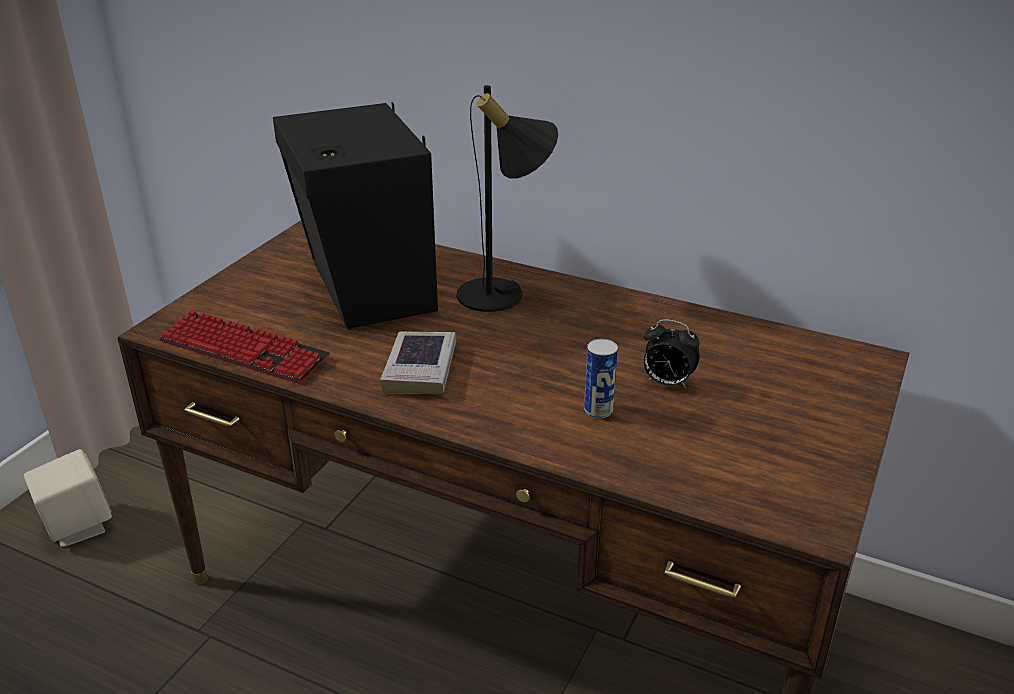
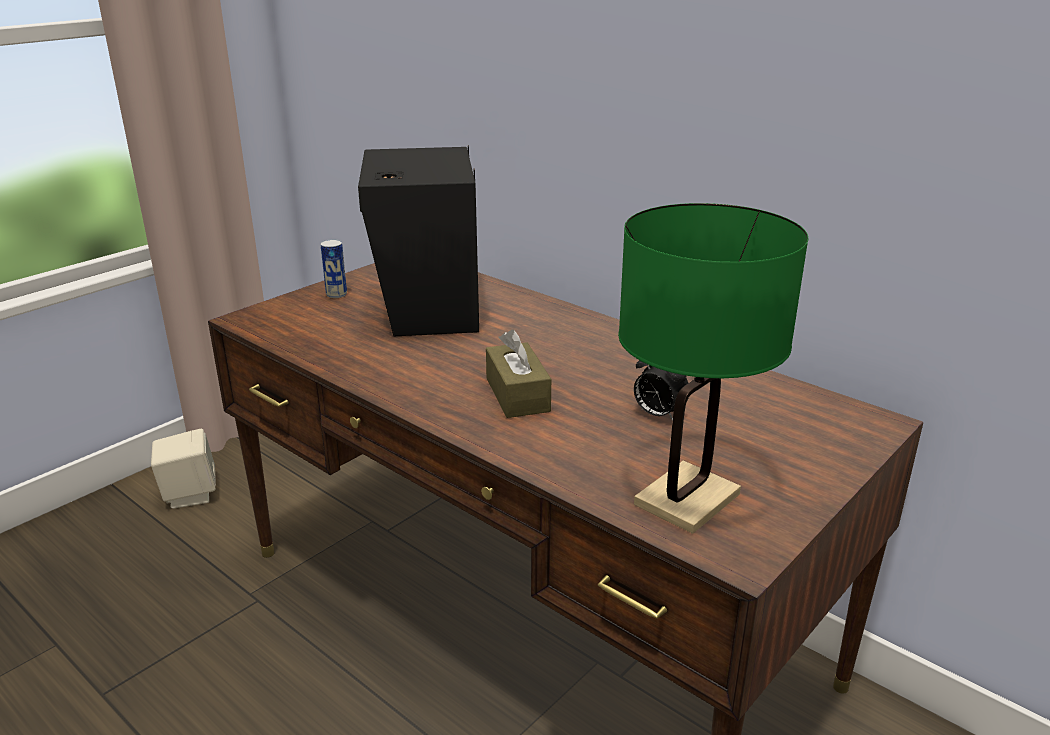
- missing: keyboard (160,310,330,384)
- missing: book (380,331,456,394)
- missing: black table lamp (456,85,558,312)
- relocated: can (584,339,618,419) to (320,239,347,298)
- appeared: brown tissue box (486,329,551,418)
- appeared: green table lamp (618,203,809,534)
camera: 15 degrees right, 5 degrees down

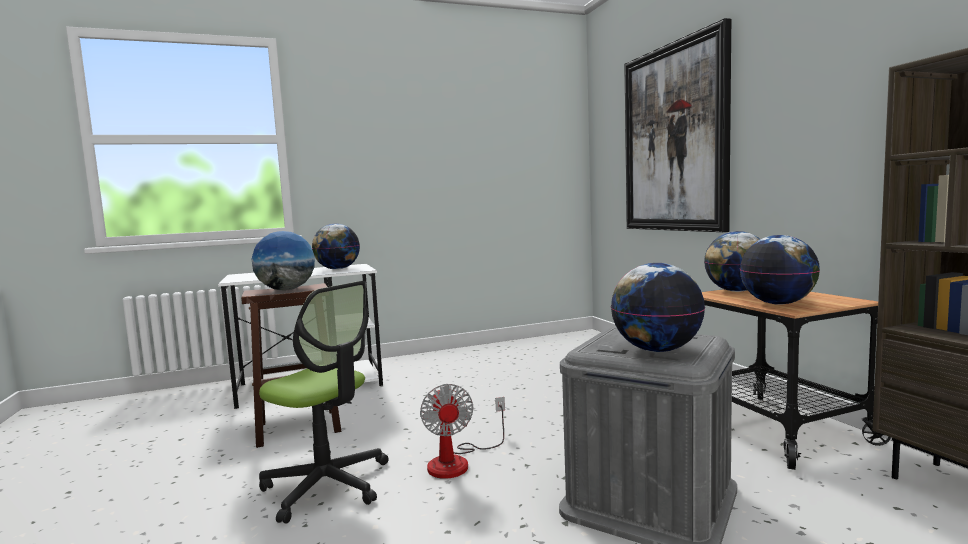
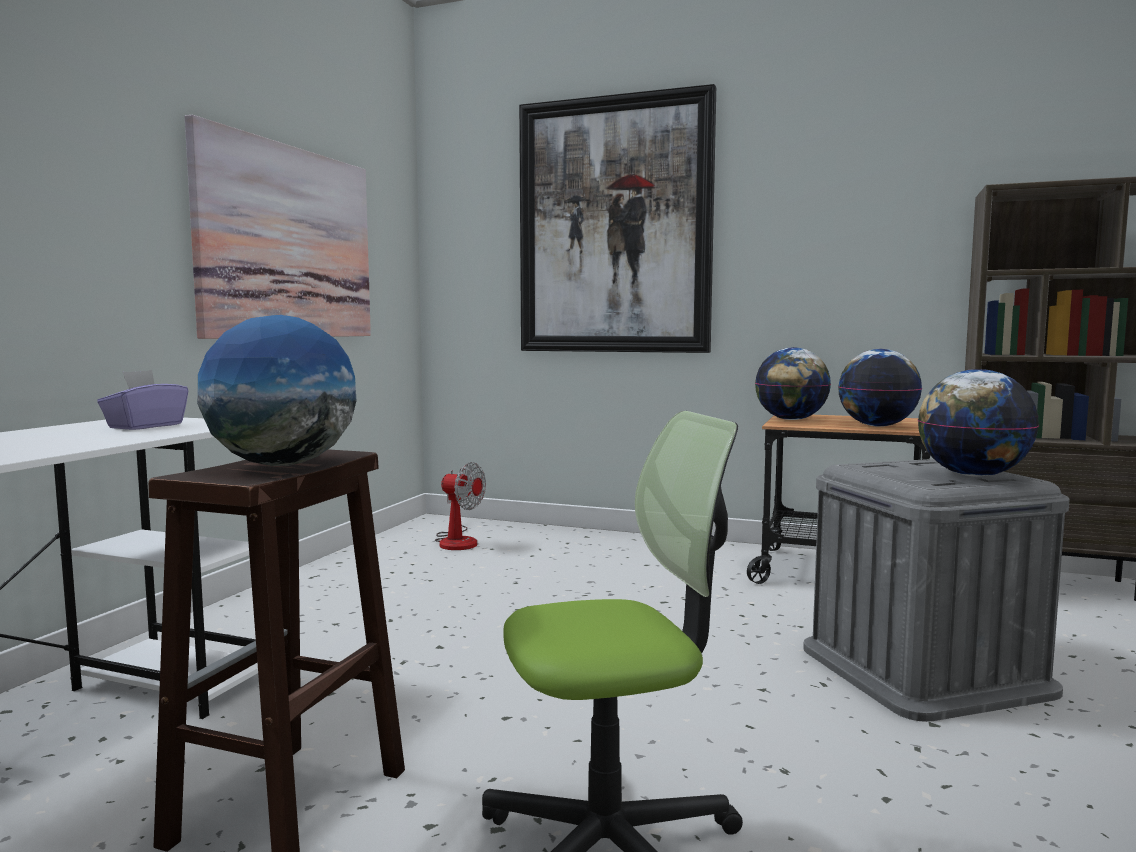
- exchanged: globe (312,223,360,270) to purple tissue box (97,370,188,430)
- relocated: fan (420,384,505,479) to (435,462,486,550)
- appeared: picture (185,115,371,339)
camera: 50 degrees left, 0 degrees up

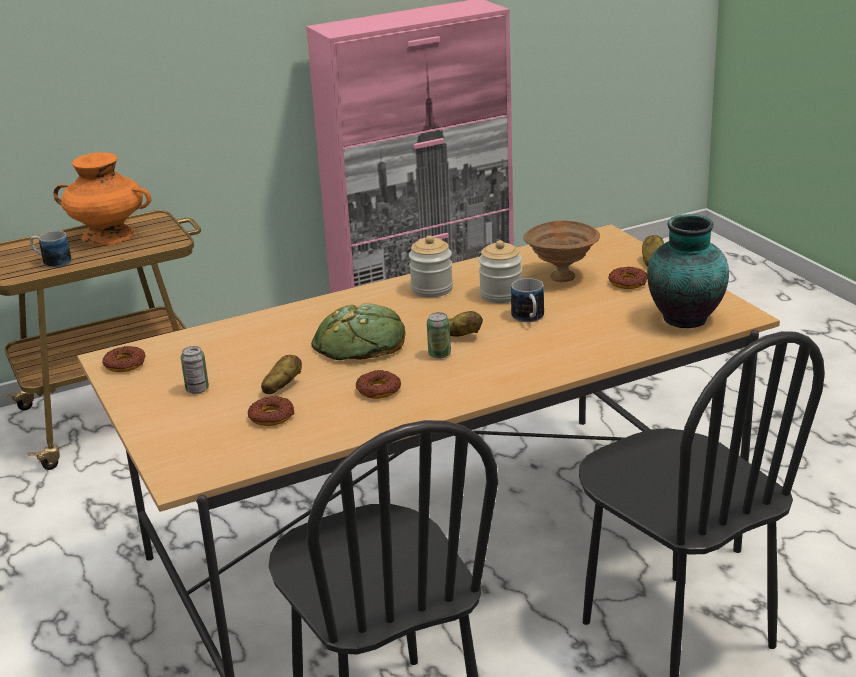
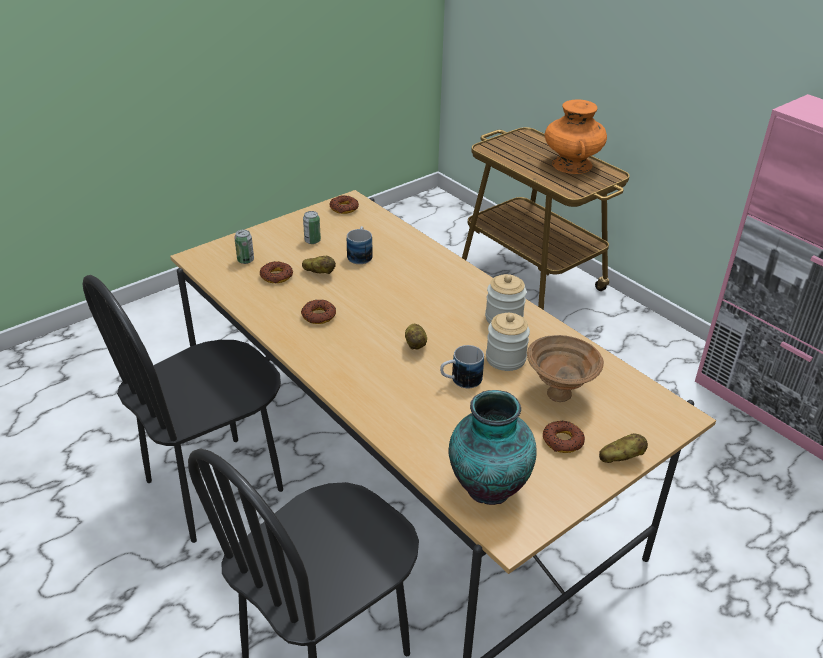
- relocated: mug (30,231,71,268) to (347,226,373,264)
- missing: bread (311,303,406,360)
- relocated: can (427,312,451,359) to (234,230,254,264)
camera: 75 degrees right, 10 degrees up

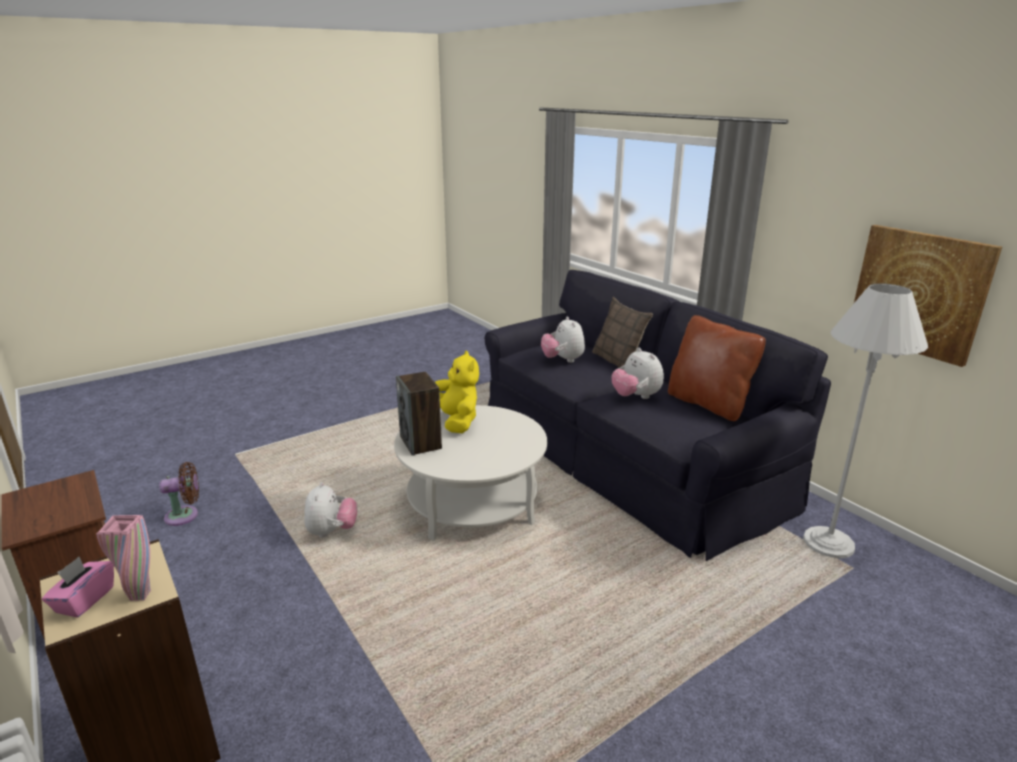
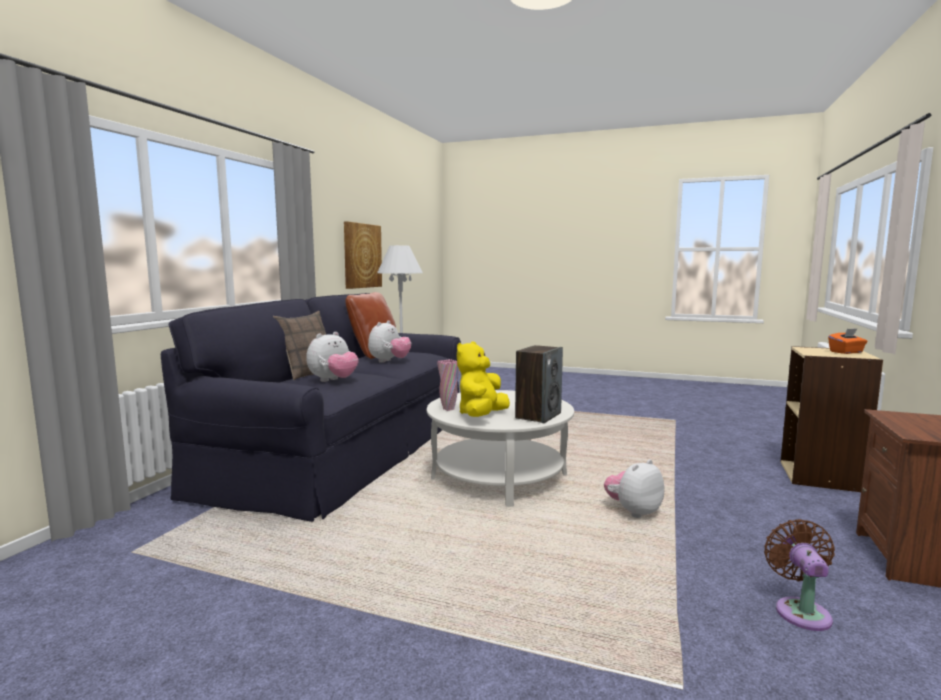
- colour: pink tissue box (42,557,114,618) to orange tissue box (828,328,868,354)
- relocated: pink vase (96,515,151,601) to (437,359,459,411)
- spun: brown fan (159,462,199,526) = (764,519,835,631) 60 degrees clockwise
camera: 125 degrees left, 15 degrees down

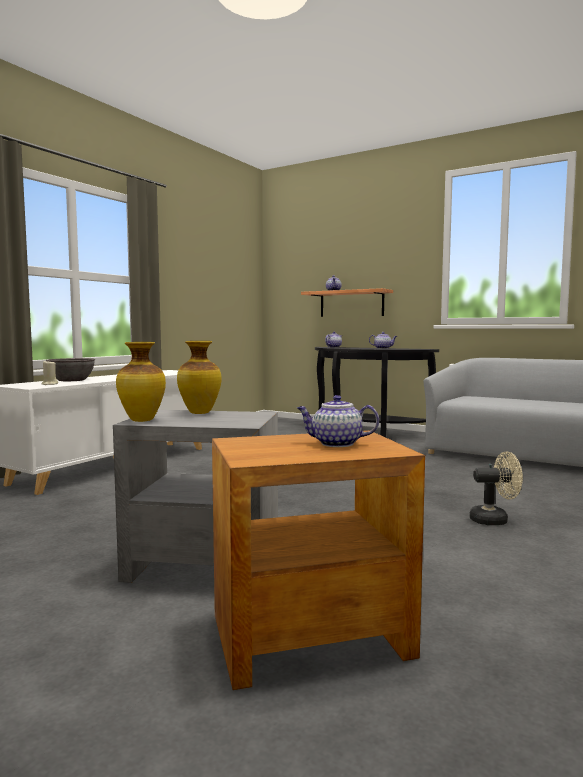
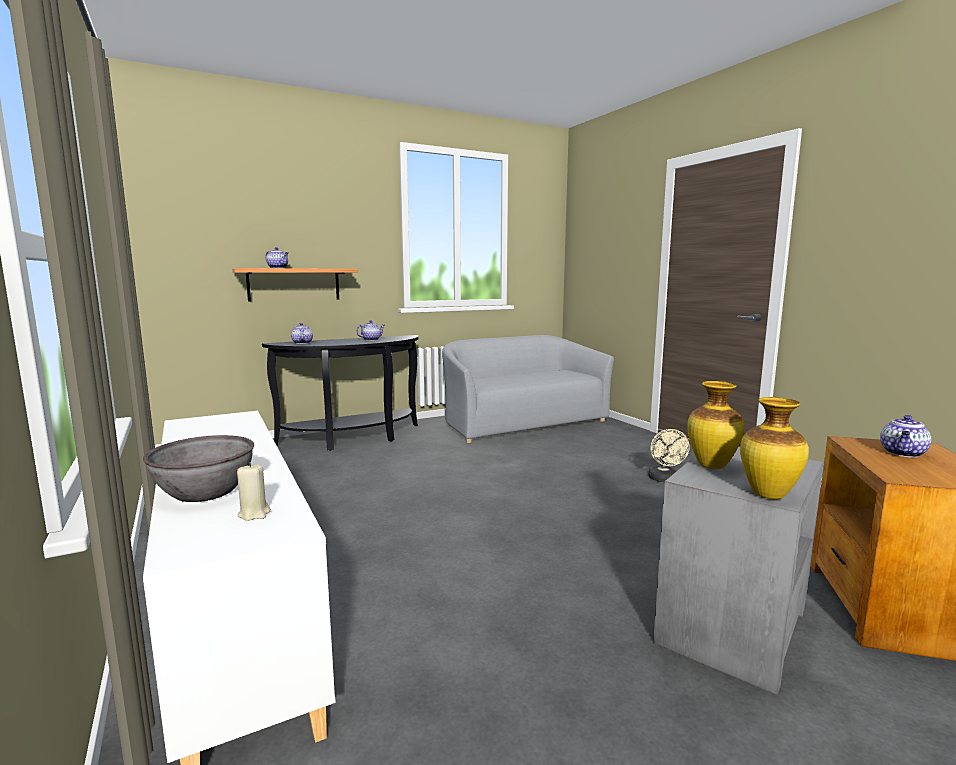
- spun: beige fan (470,451,523,525) = (648,429,690,482) 150 degrees clockwise
camera: 60 degrees left, 5 degrees up

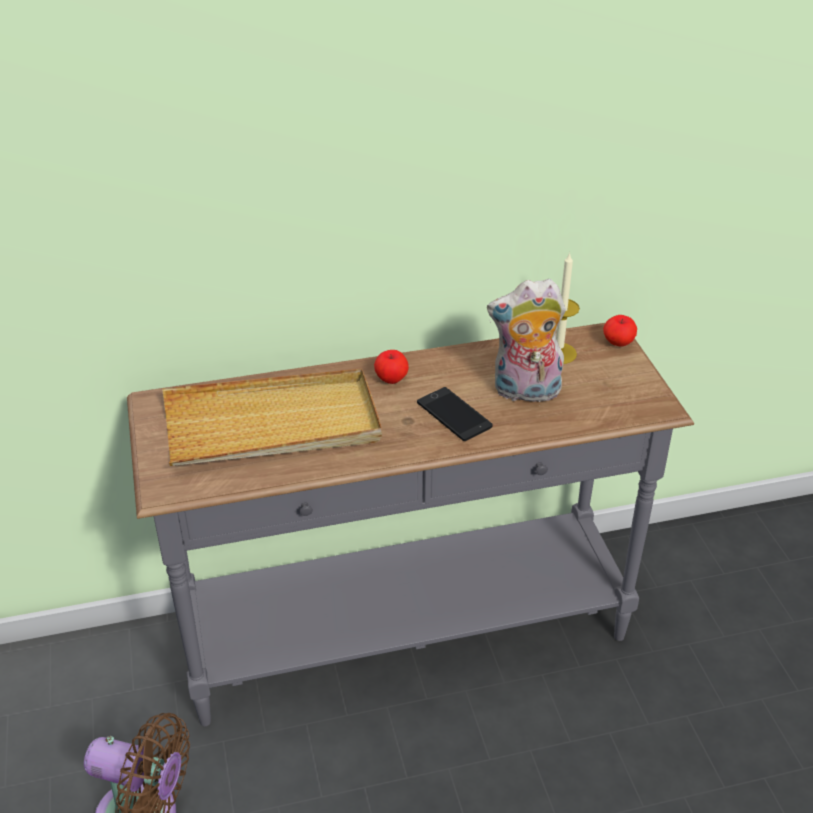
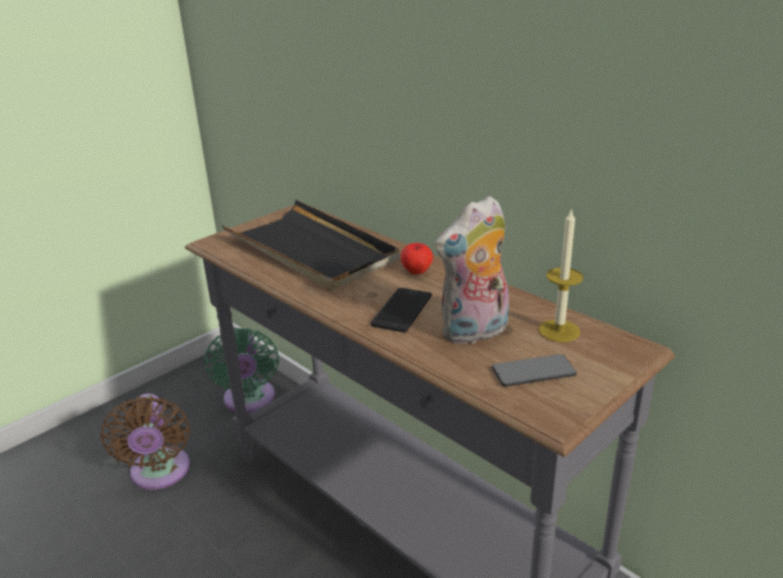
- colour: beige tray (162,369,382,466) to black tray (222,200,400,291)
- spun: plush toy (487,279,566,406) = (435,196,509,344) 90 degrees counterclockwise
- missing: apple (603,315,637,347)
- appeared: green fan (204,328,279,413)
- appeared: phone (492,354,577,387)
camera: 60 degrees right, 10 degrees down

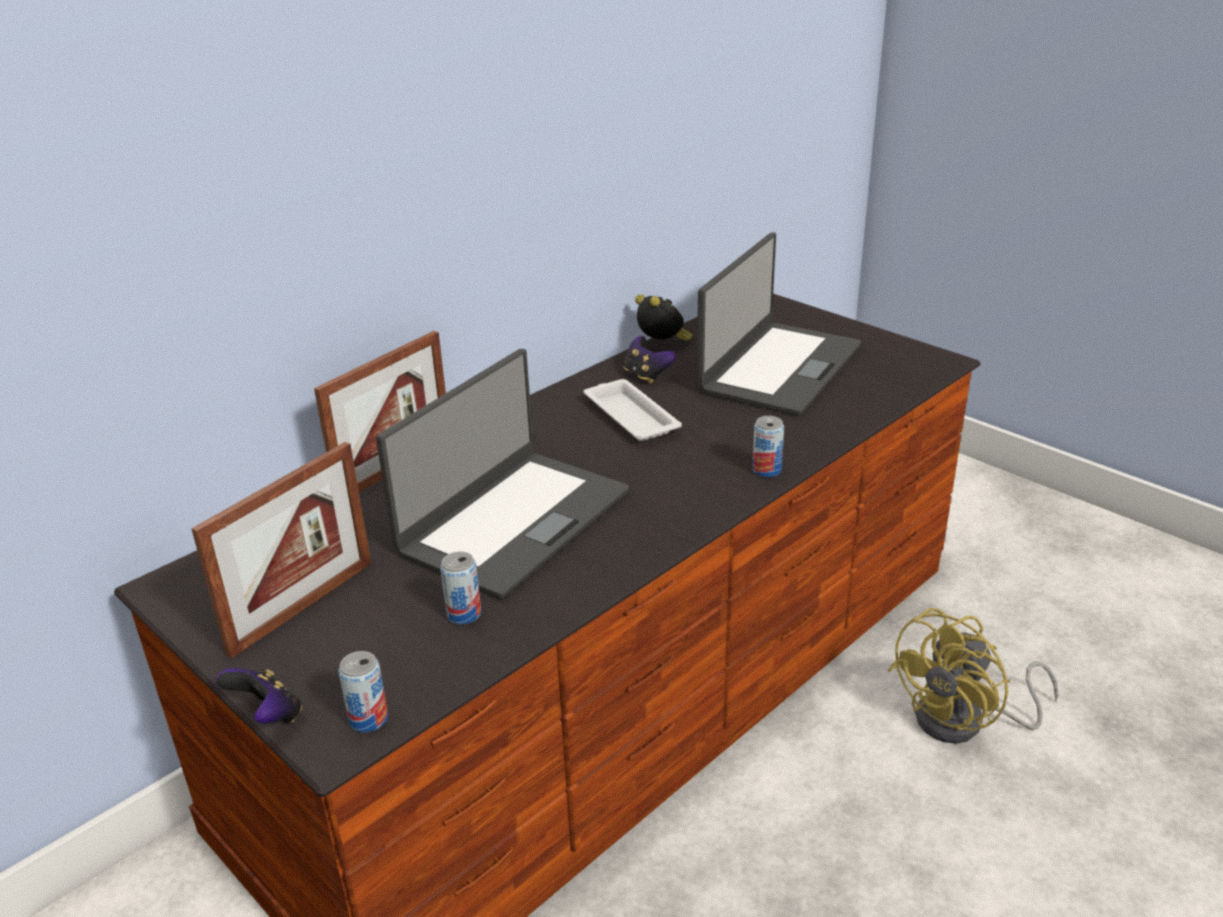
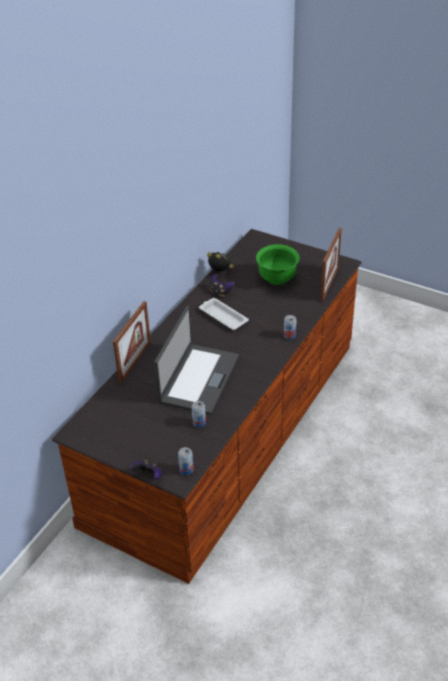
- relocated: picture frame (191,442,371,659) to (320,228,342,302)
- exchanged: laptop (697,233,861,416) to green bowl (256,244,299,285)
- missing: yellow fan (888,608,1058,744)
camera: 15 degrees left, 10 degrees up

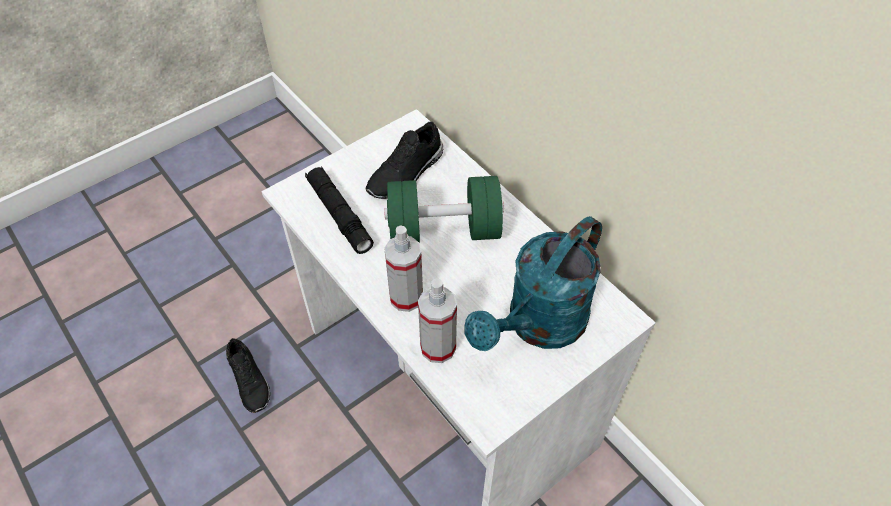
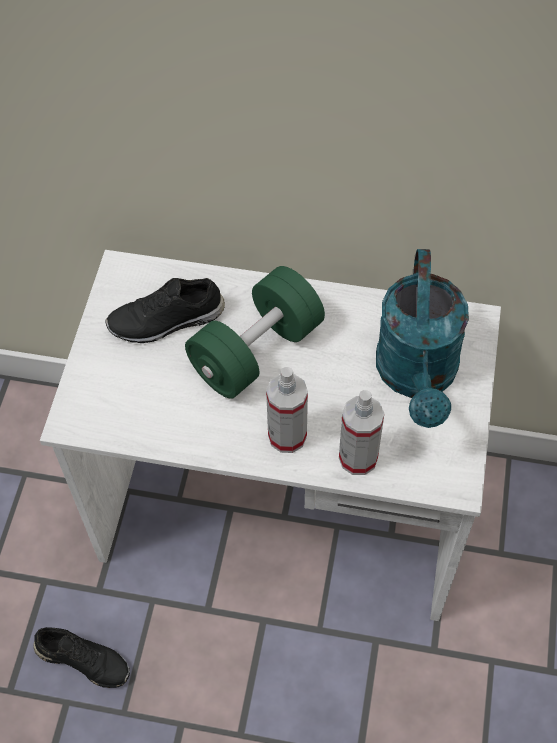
- missing: black flashlight (305,166,374,254)
- spun: black shoe (366,122,443,199) = (105,278,225,343) 75 degrees clockwise
camera: 40 degrees left, 5 degrees up

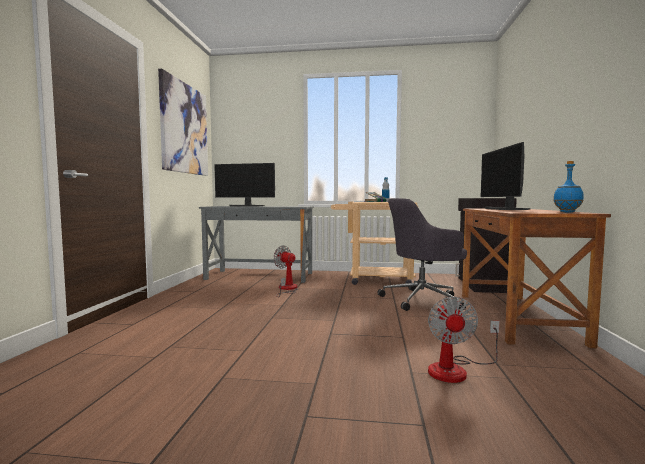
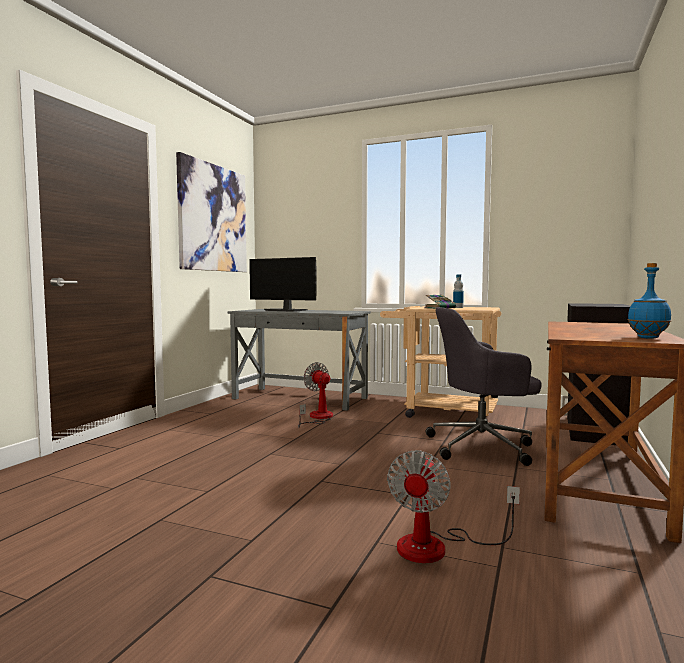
- missing: monitor (481,142,531,210)
camera: 15 degrees right, 0 degrees up

